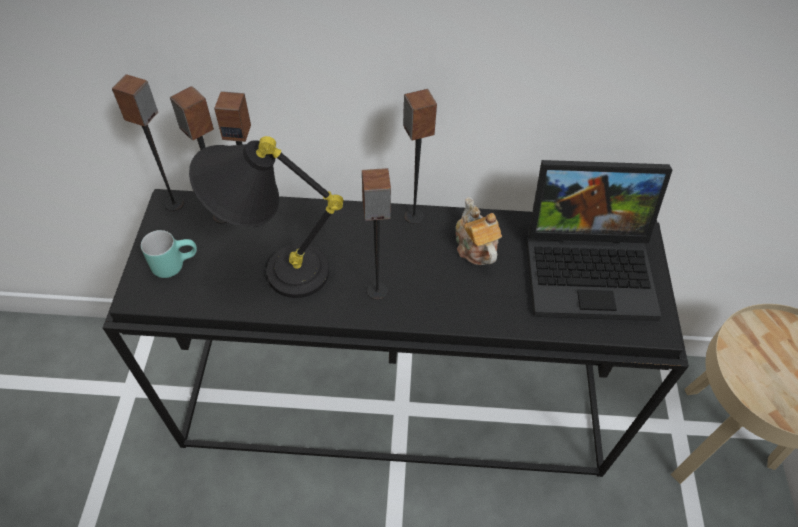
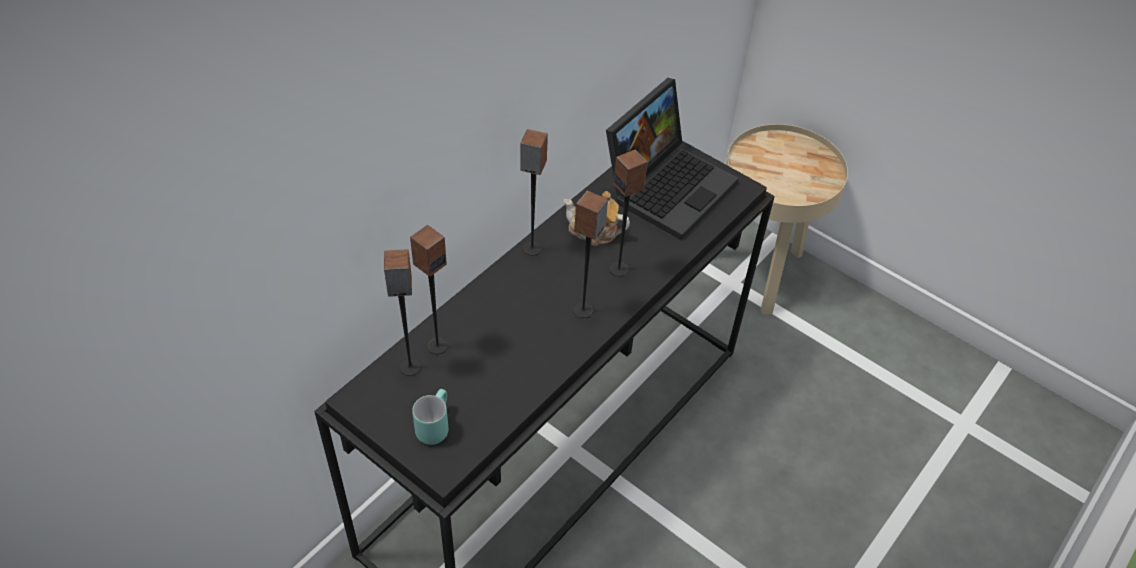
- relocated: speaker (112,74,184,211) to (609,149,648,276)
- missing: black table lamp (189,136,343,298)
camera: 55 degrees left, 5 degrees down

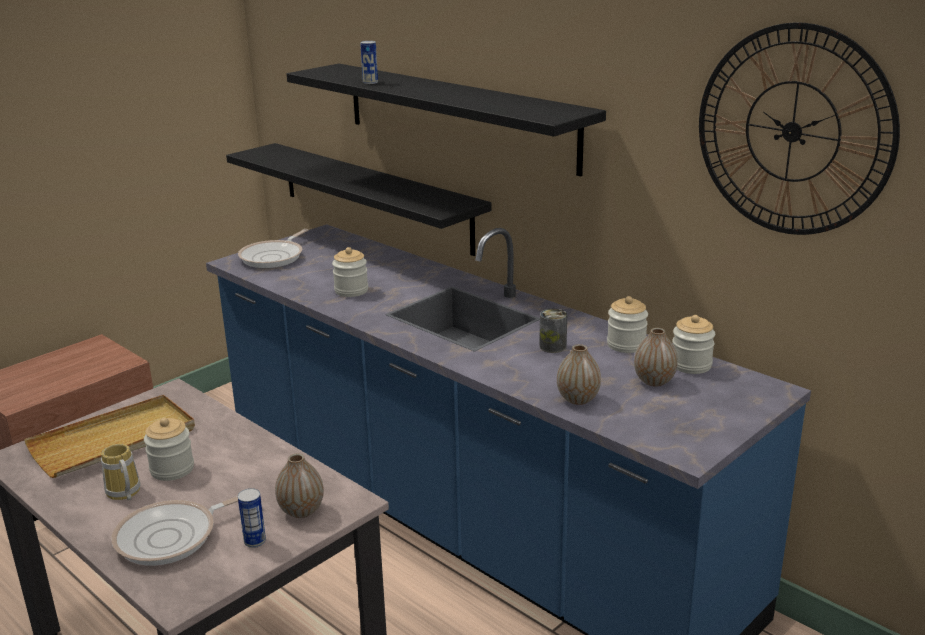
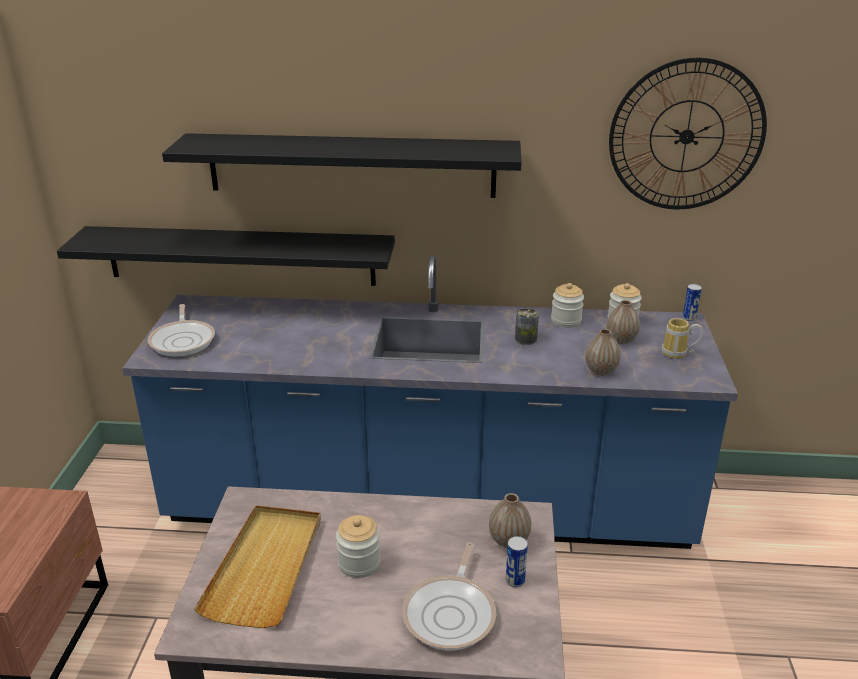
- relocated: mug (101,444,141,500) to (662,318,703,359)
- missing: jar (332,247,368,297)
- relocated: can (360,41,378,84) to (683,284,702,321)
camera: 40 degrees left, 5 degrees up

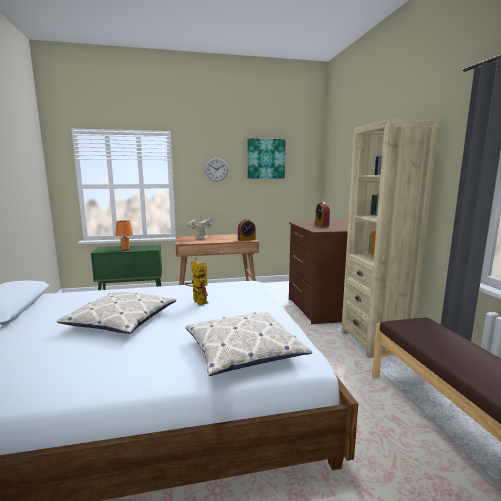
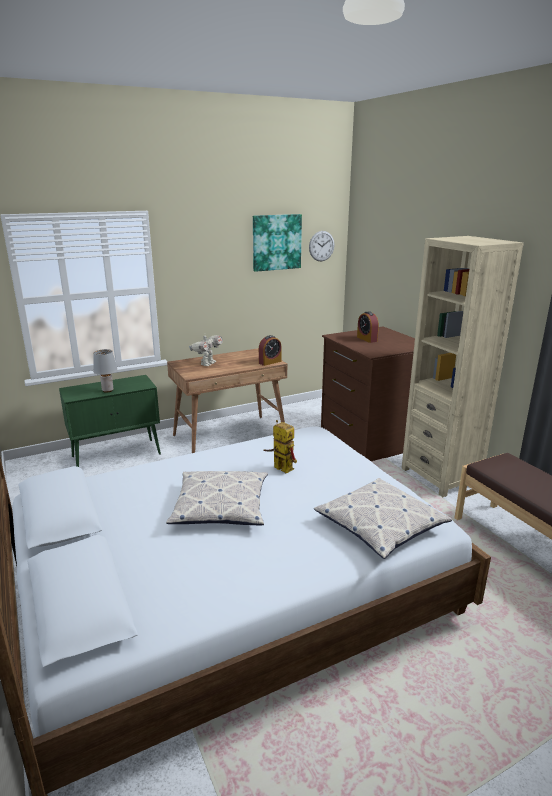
- colour: orange table lamp (116,220,133,251) to grey table lamp (93,349,117,393)
- relocated: wall clock (205,158,228,181) to (309,231,335,261)
camera: 15 degrees left, 10 degrees up

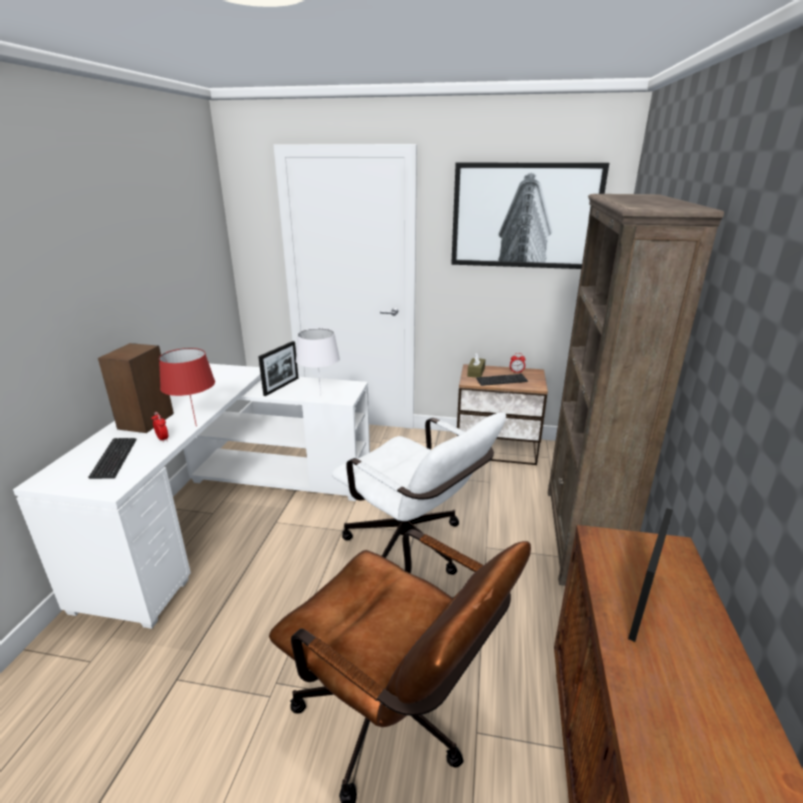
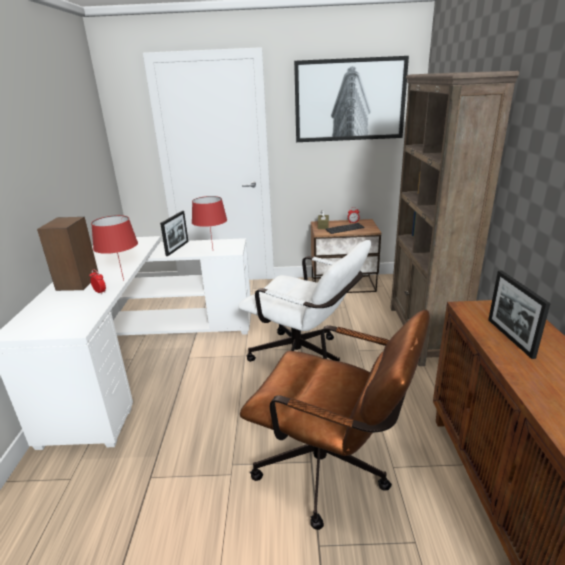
- missing: keyboard (88,438,136,479)
- colour: white table lamp (296,328,340,396) to red table lamp (192,196,227,248)
- spun: picture frame (628,508,673,642) = (488,270,551,359) 150 degrees clockwise
camera: 10 degrees left, 0 degrees up

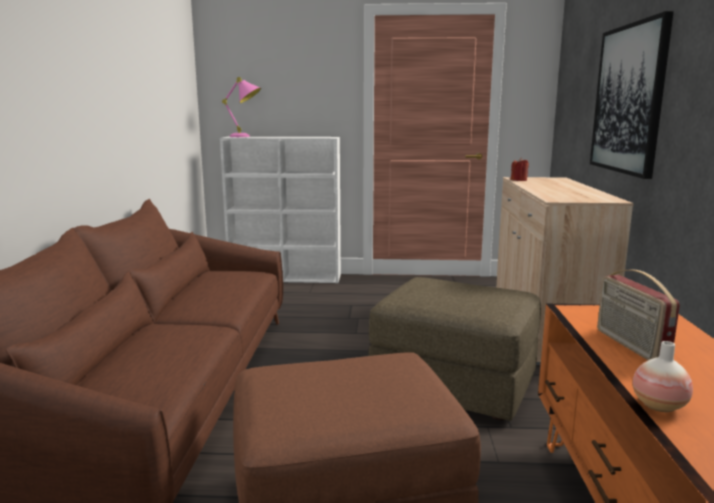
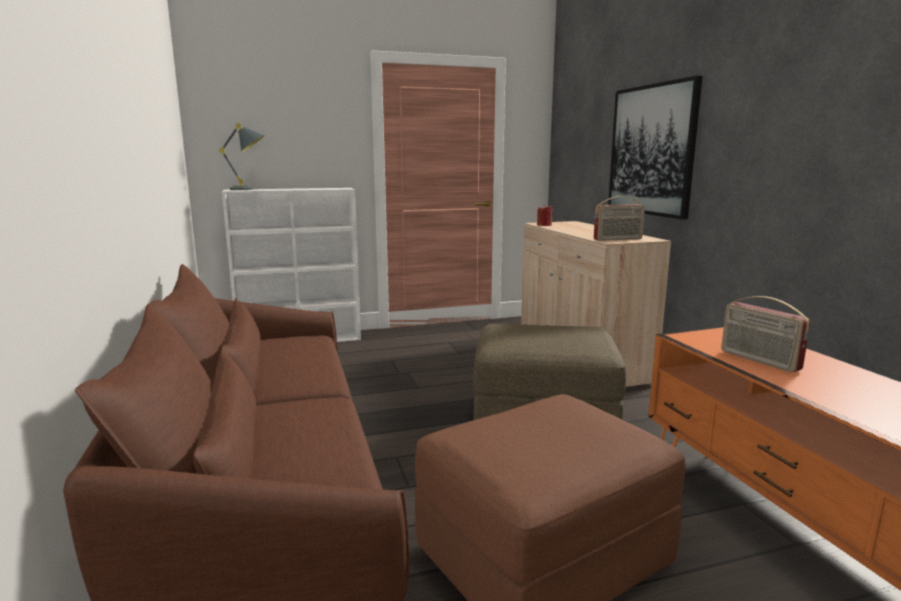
- colour: pink table lamp (222,77,261,137) to grey table lamp (219,123,265,190)
- missing: vase (633,341,693,412)
- appeared: radio (594,196,645,241)
camera: 20 degrees left, 0 degrees up

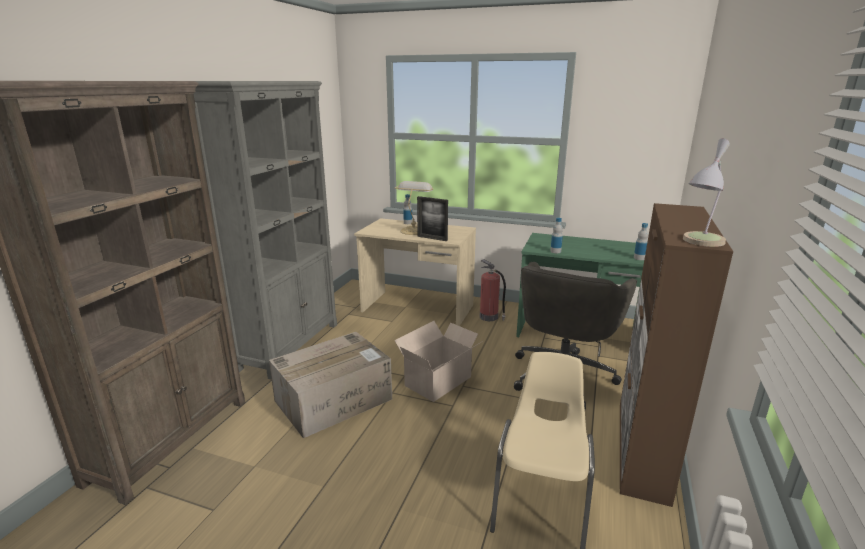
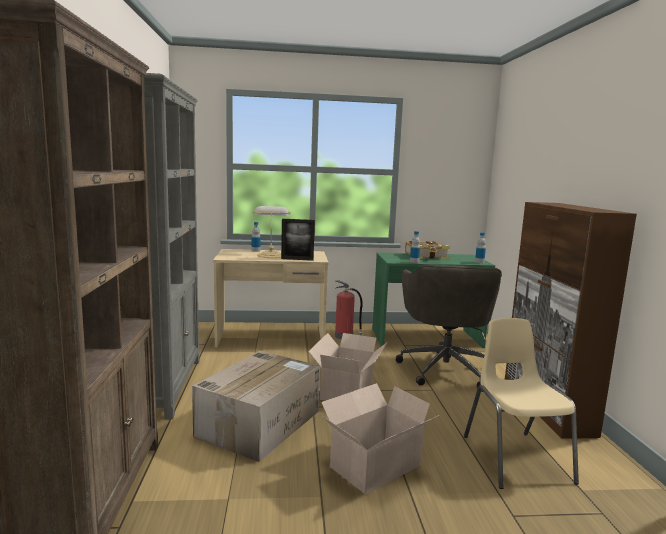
- missing: table lamp (683,138,730,247)
- appeared: cardboard box (321,383,439,495)
- appeared: book (405,241,450,259)
camera: 25 degrees left, 10 degrees down

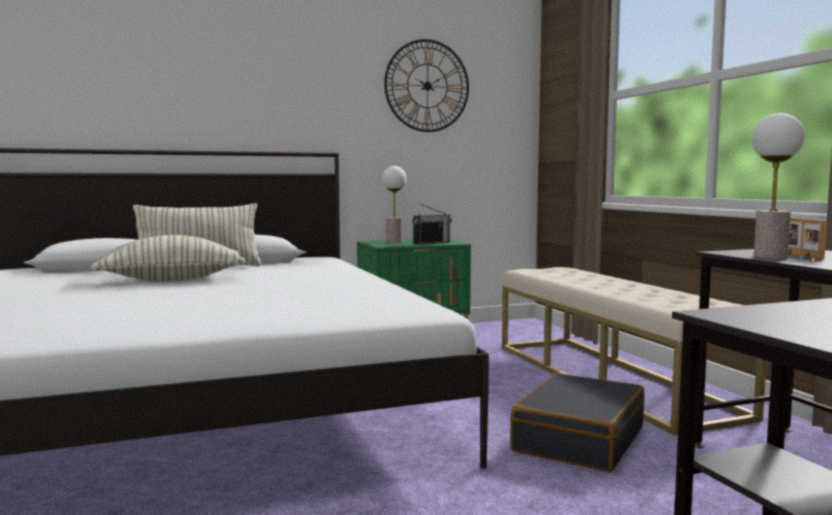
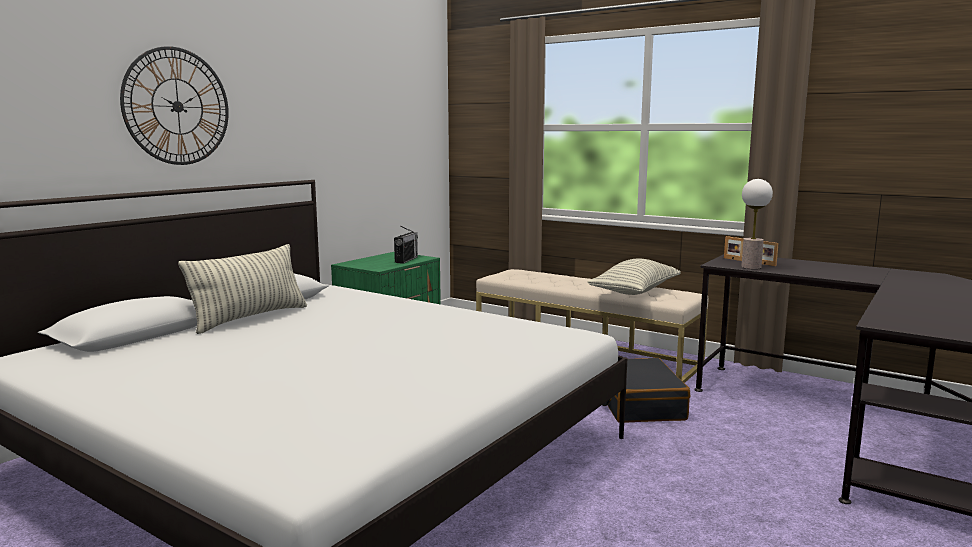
- relocated: pillow (90,235,246,281) to (588,258,681,295)
- missing: table lamp (382,166,406,243)
- relocated: wall clock (384,39,469,132) to (120,46,229,165)
camera: 35 degrees left, 5 degrees up

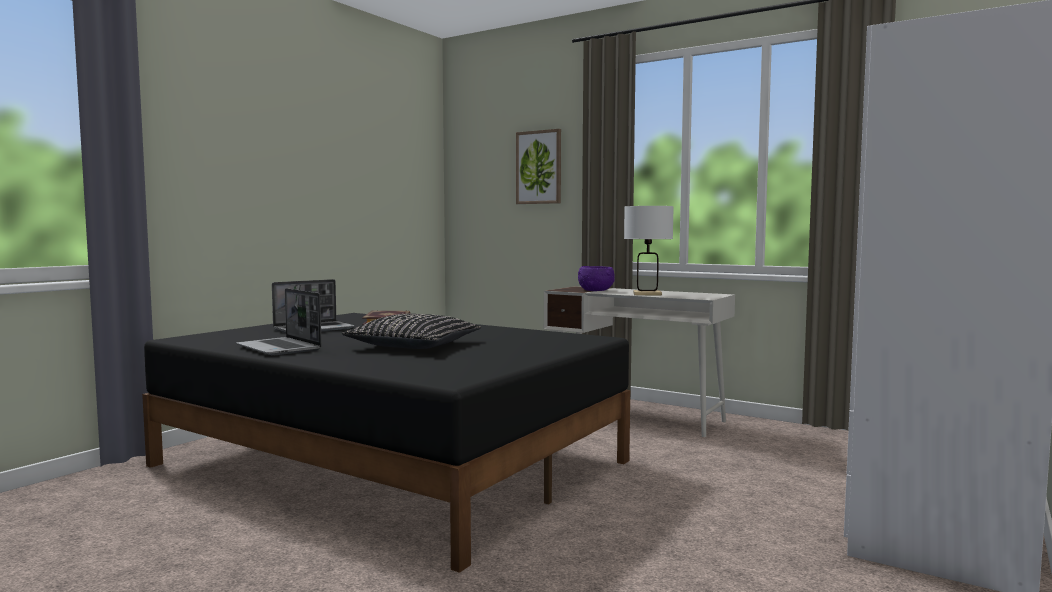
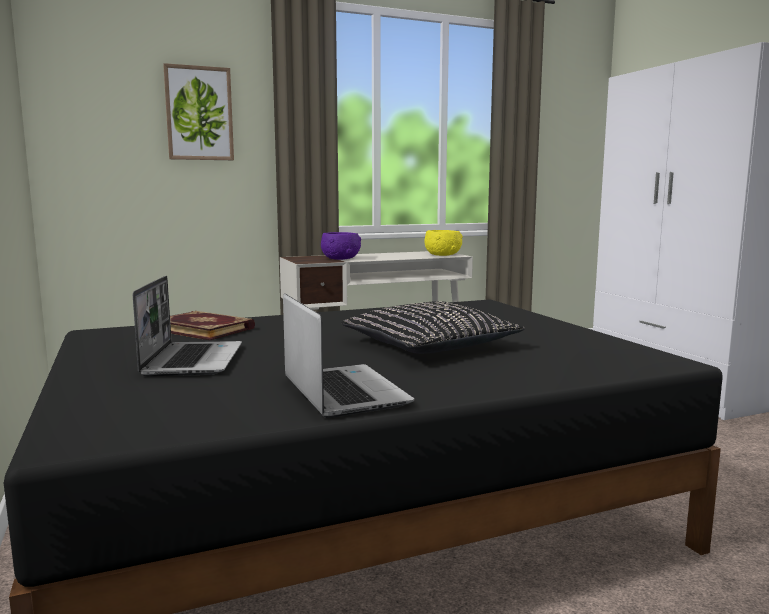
- spun: laptop (236,288,322,355) = (283,293,414,418) 105 degrees counterclockwise
- missing: white table lamp (624,206,674,296)
- appeared: yellow bowl (425,230,463,256)
camera: 55 degrees left, 5 degrees up

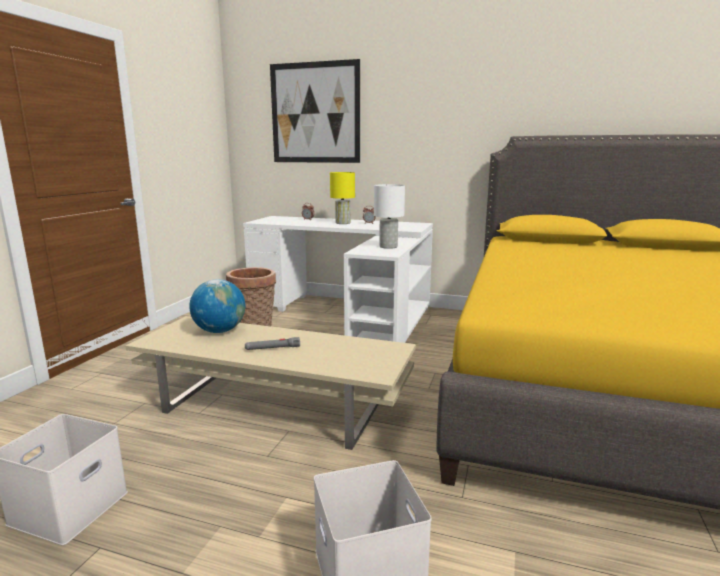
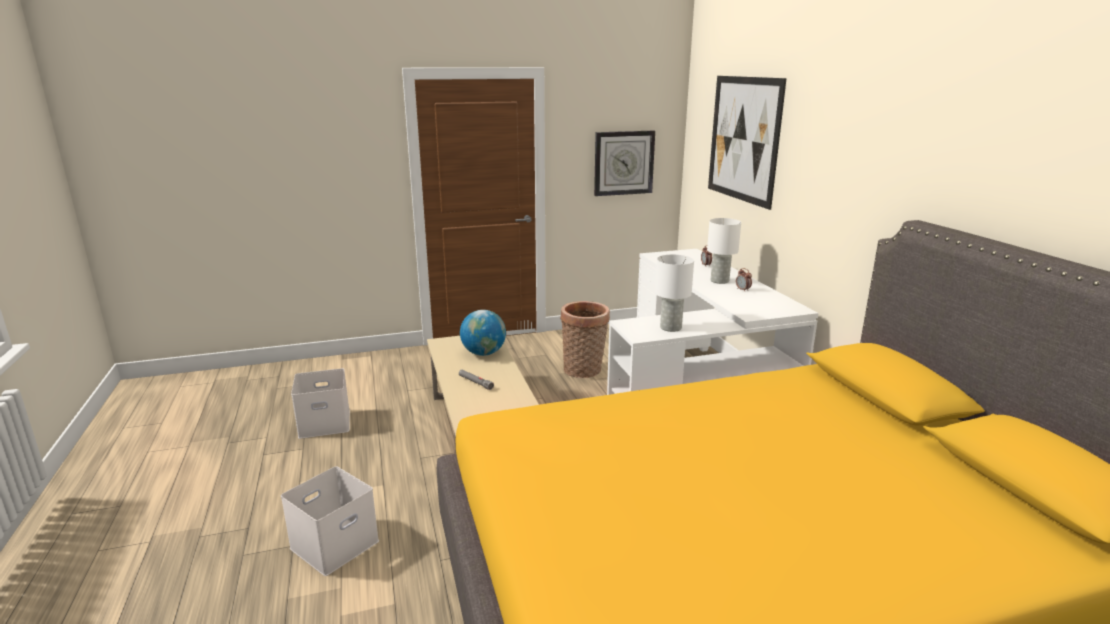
- colour: yellow table lamp (330,172,355,224) to white table lamp (707,218,741,284)
- appeared: wall clock (594,131,655,196)
camera: 55 degrees right, 5 degrees up

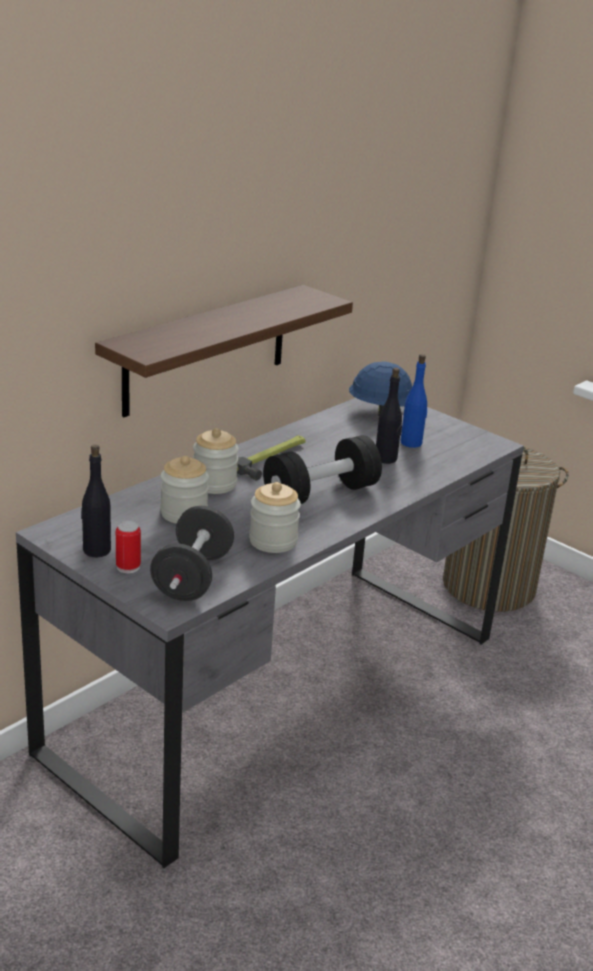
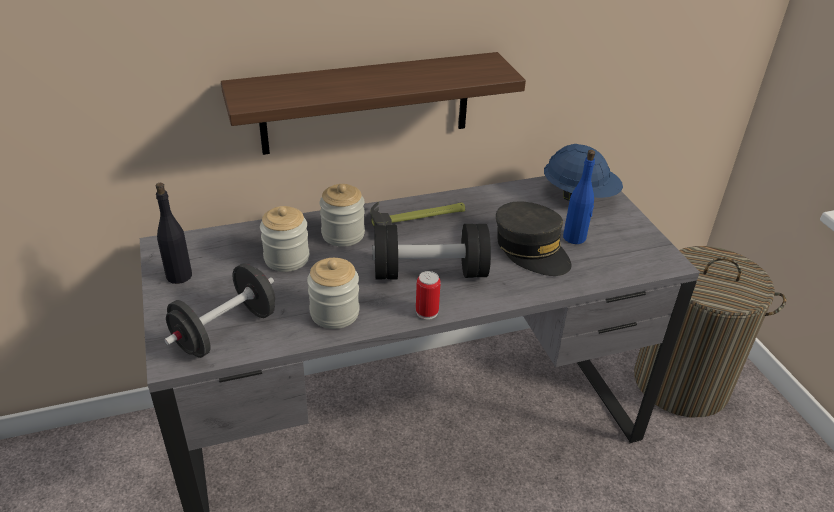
- relocated: can (116,521,141,573) to (416,271,441,320)
- exchanged: black bottle (376,368,402,464) to grey cap (496,202,571,276)
camera: 30 degrees right, 10 degrees up

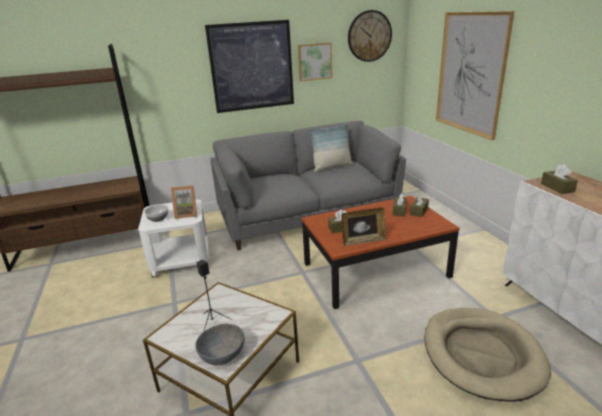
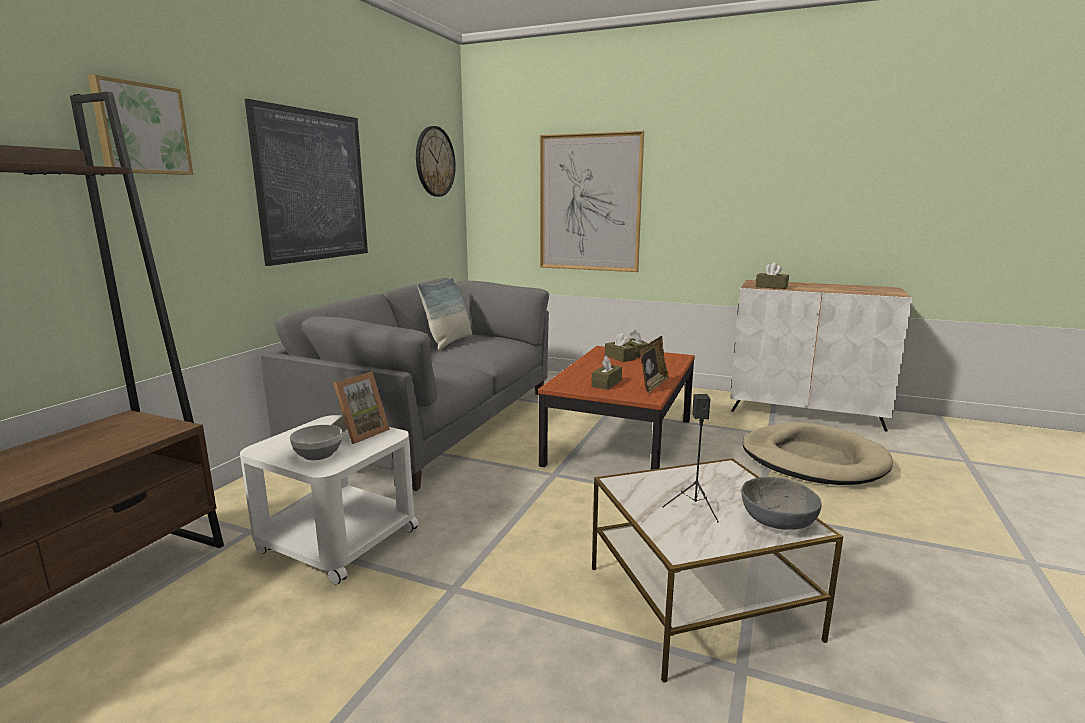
- relocated: picture (298,42,332,81) to (88,75,193,175)
camera: 50 degrees left, 10 degrees down

